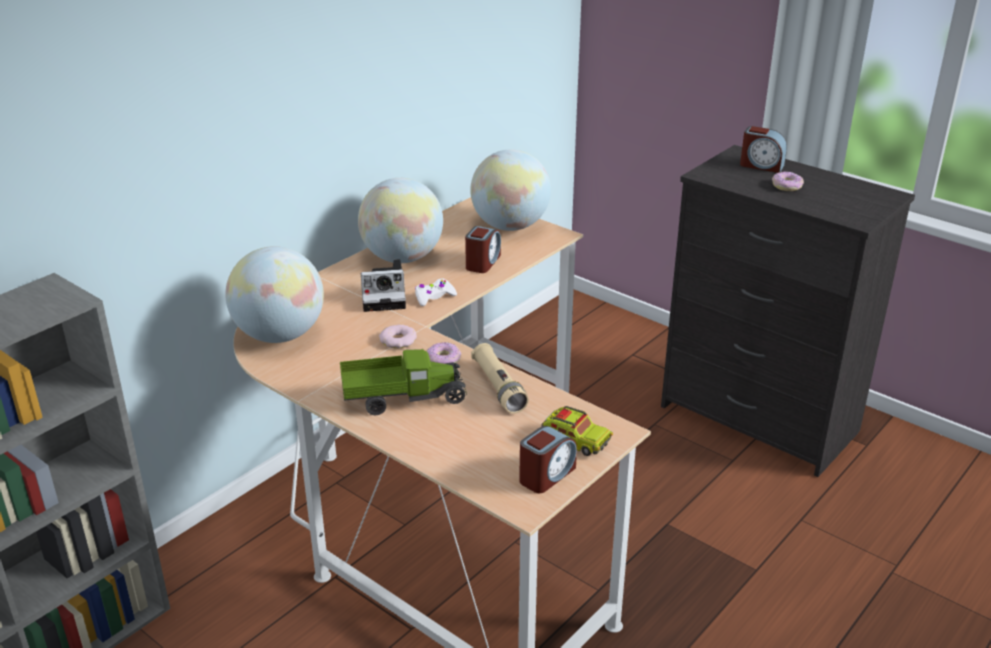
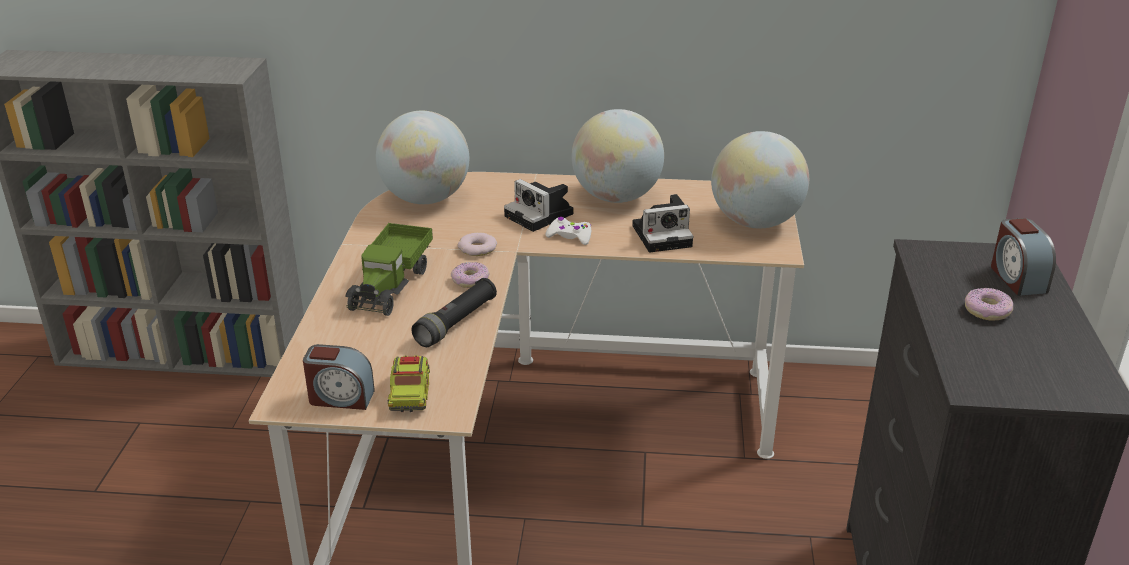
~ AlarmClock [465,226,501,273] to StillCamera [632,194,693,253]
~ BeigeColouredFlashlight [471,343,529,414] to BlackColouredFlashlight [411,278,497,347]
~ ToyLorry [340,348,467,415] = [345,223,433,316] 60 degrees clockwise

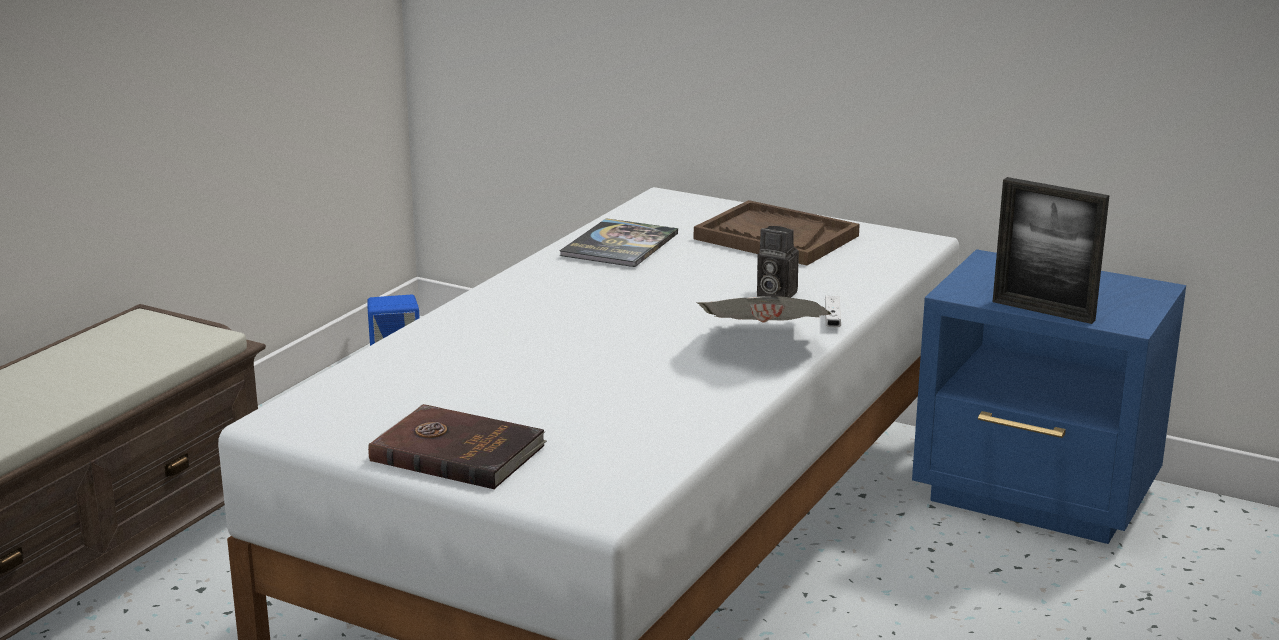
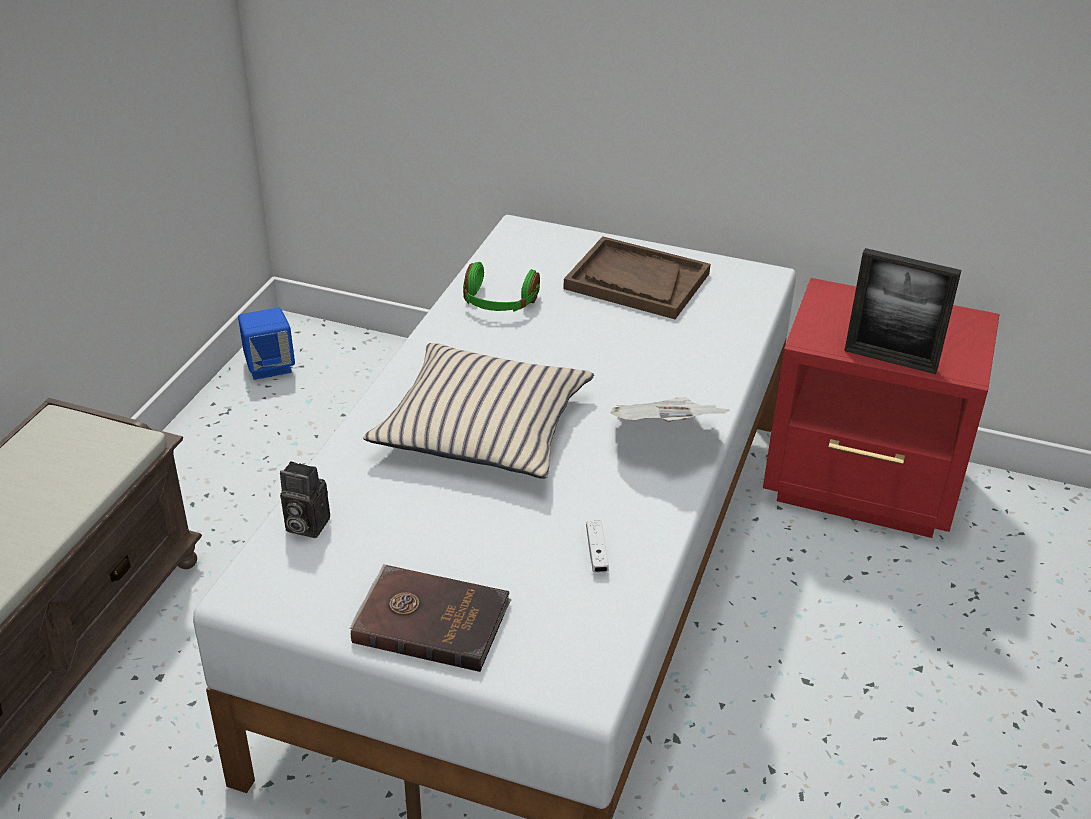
~ Book [559,218,678,267] to GreenishPairOfHeadphones [463,262,540,312]
~ StillCamera [757,226,799,298] to [280,461,330,538]
~ BluishNightstand [912,249,1186,544] to RedNightstand [763,278,1000,538]
~ WhiteColouredGameController [825,296,841,327] to [586,521,609,573]
+ BeigeColouredThrowPillow [363,343,594,479]

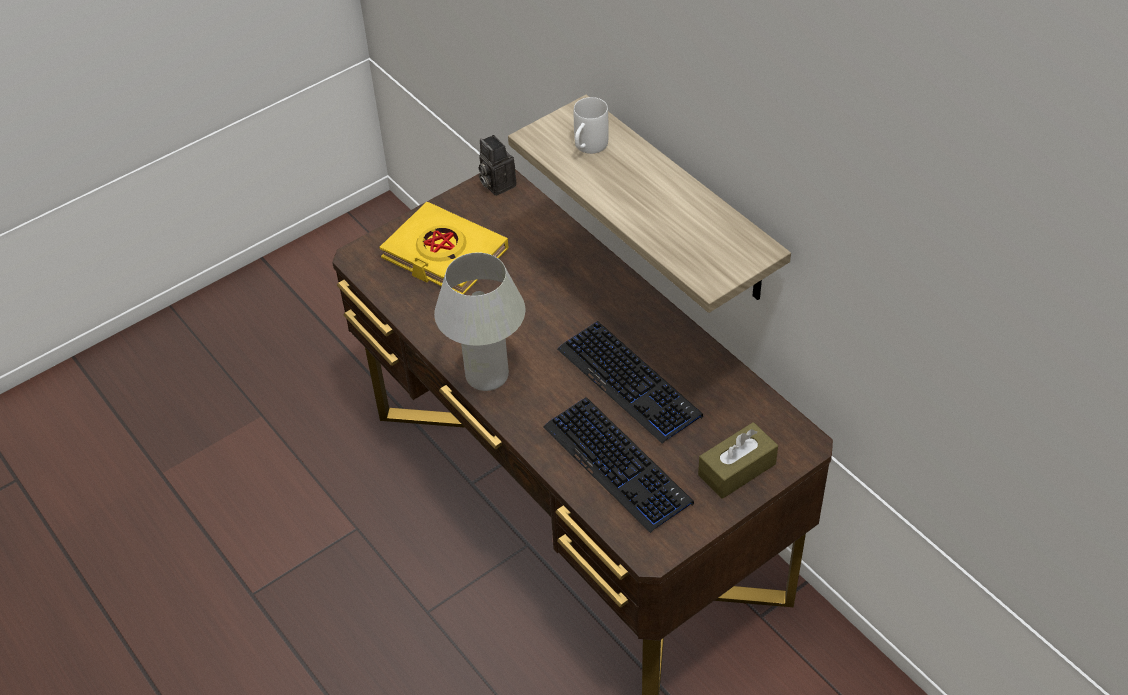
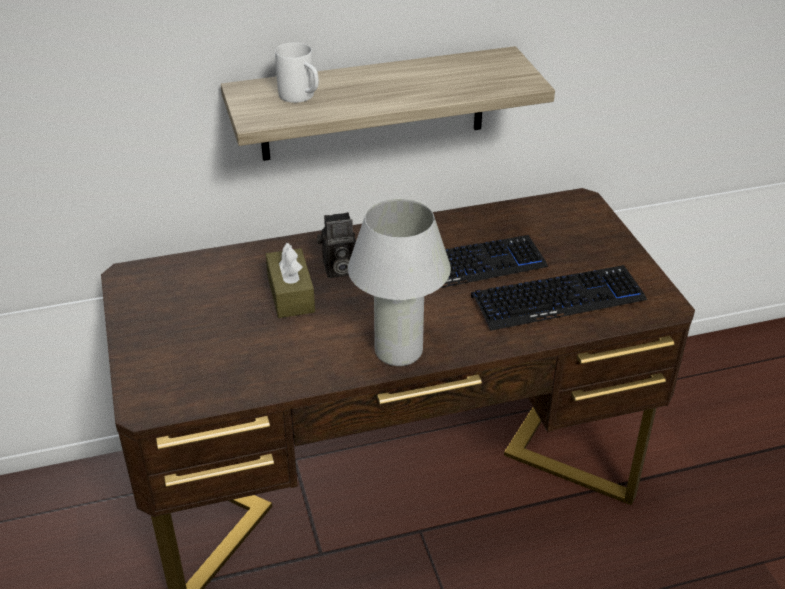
~ StillCamera [479,135,517,196] to [317,212,356,278]
- YellowBook [380,202,509,295]
~ BrownColouredBoxOfTissues [698,422,778,499] to [266,243,315,318]

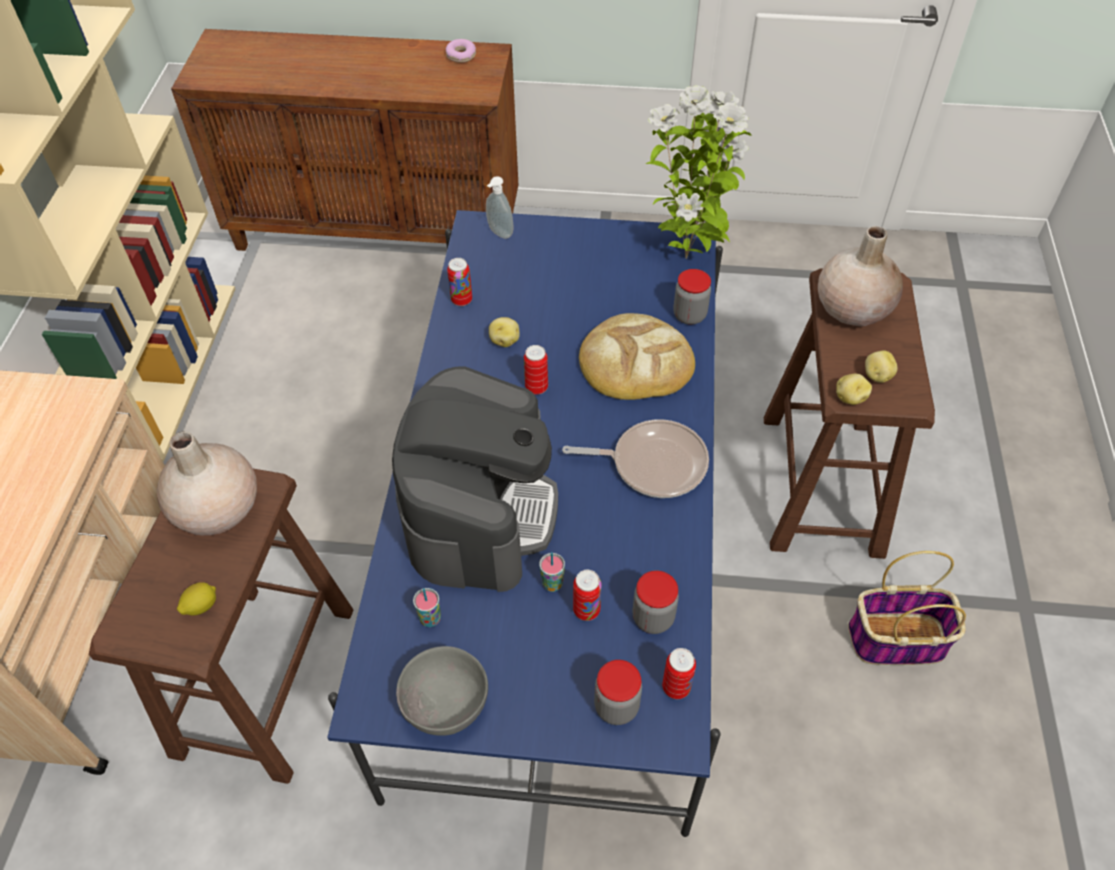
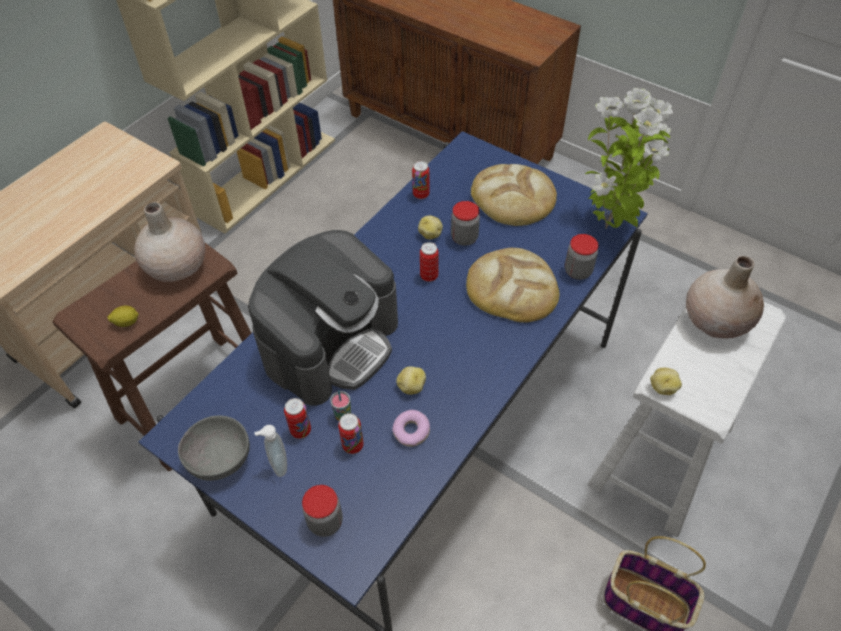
~ Doughnut [446,39,476,63] to [392,410,430,447]
~ SoapBottle [486,176,514,239] to [254,425,287,477]
~ BrownColouredSittingStool [764,268,935,559] to WhiteColouredSittingStool [588,302,786,537]
~ Potato [865,350,898,383] to [396,366,426,395]
- FryingPan [562,419,709,498]
~ PreserveJar [632,570,679,634] to [451,201,480,246]
- DrinkingCup [413,588,441,627]
~ SealedCan [662,648,696,699] to [284,398,311,439]
+ BakedBread [471,164,557,226]

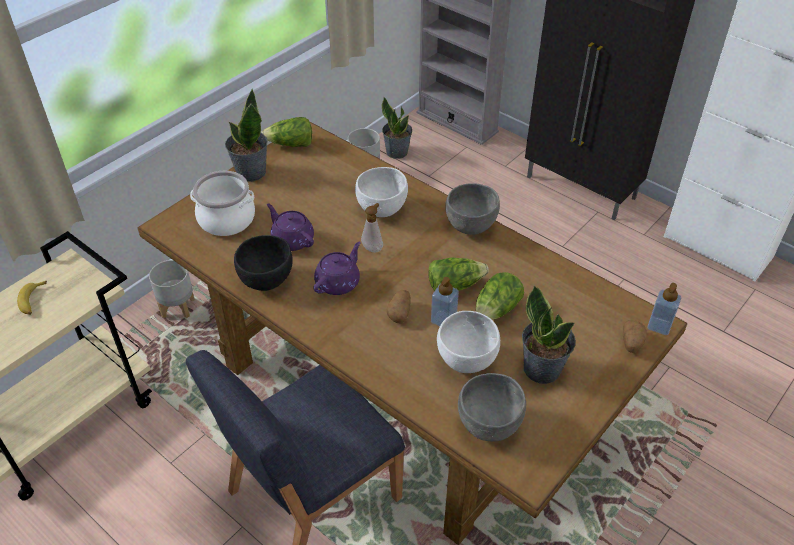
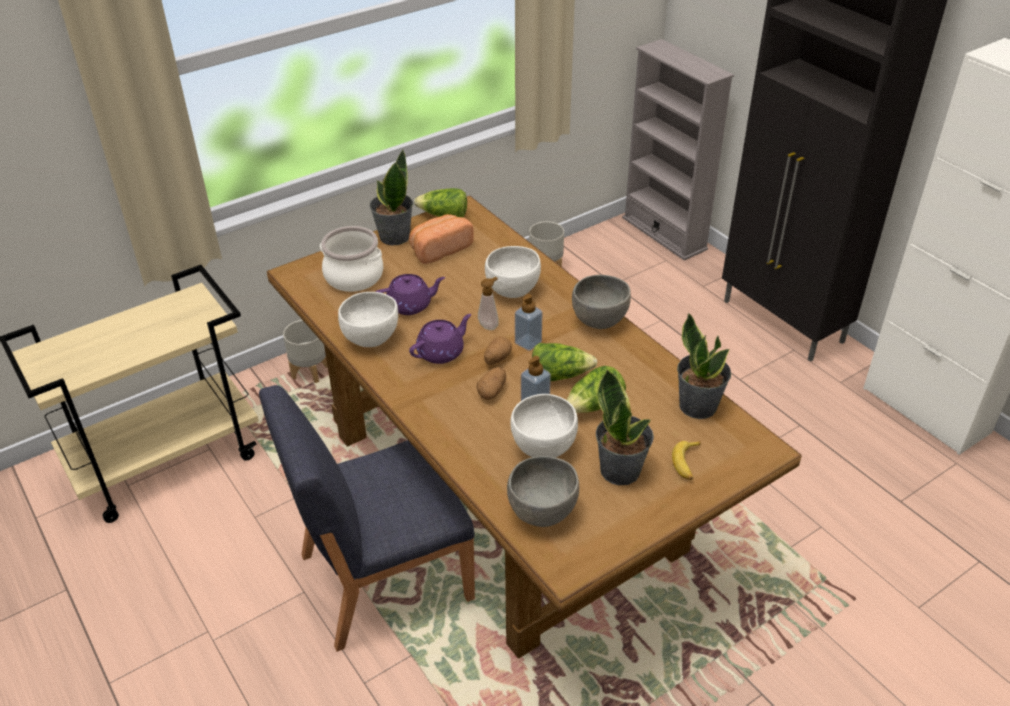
~ PottedPlant [382,97,412,159] to [677,313,731,419]
~ PurplishTeapot [267,203,314,251] = [375,274,445,315] 105 degrees clockwise
~ BlackColouredBowl [234,235,293,291] to WhiteColouredBowl [338,292,398,347]
~ Banana [17,281,47,315] to [672,441,701,480]
~ SoapBottle [647,283,681,335] to [515,294,542,351]
~ Potato [623,320,647,353] to [484,336,512,365]
+ BakedBread [409,214,474,264]

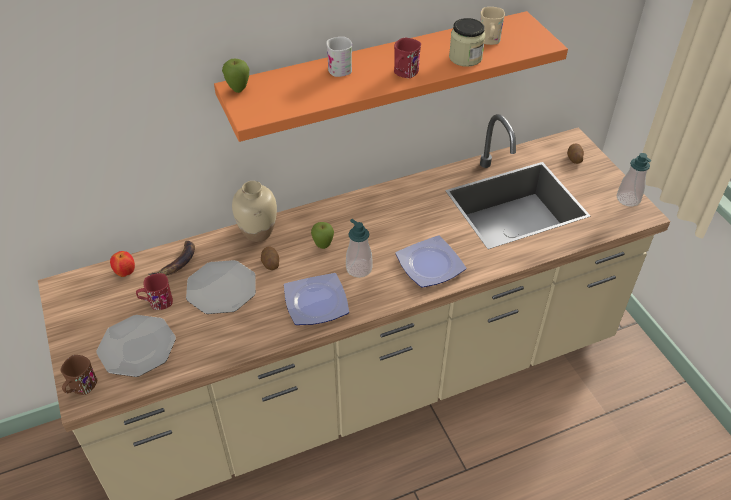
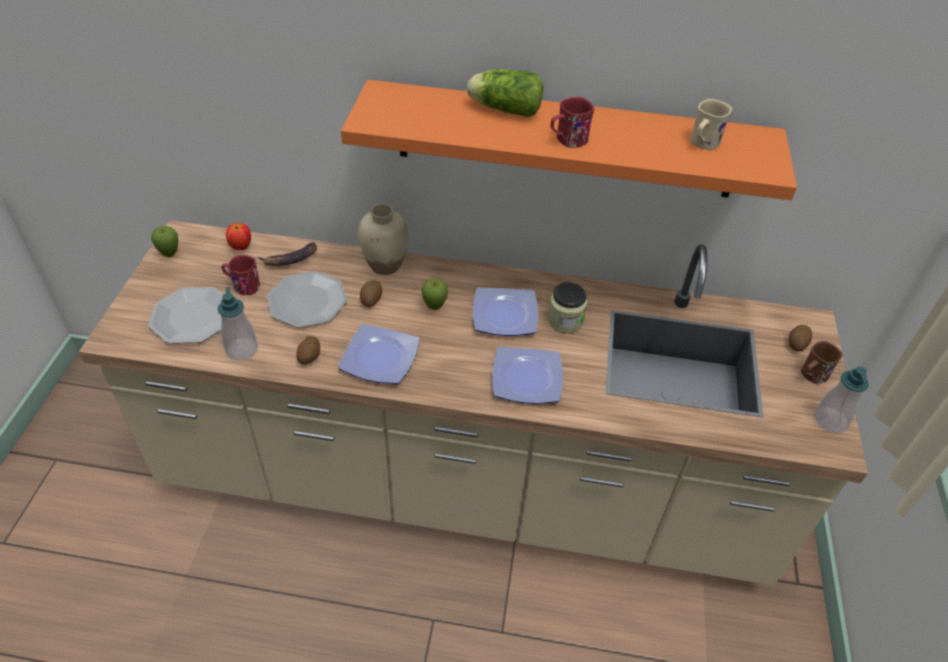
~ PreserveJar [449,18,485,67] to [548,282,587,333]
~ WhiteColouredMug [326,37,352,77] to Lettuce [467,69,543,117]
~ AppleFruit [222,59,249,93] to [151,226,178,257]
~ SoapBottle [346,219,373,278] to [218,287,258,360]
~ BrownColouredMug [60,355,97,395] to [801,341,843,384]
+ FlatDish [473,288,538,336]
+ Potato [296,336,320,364]

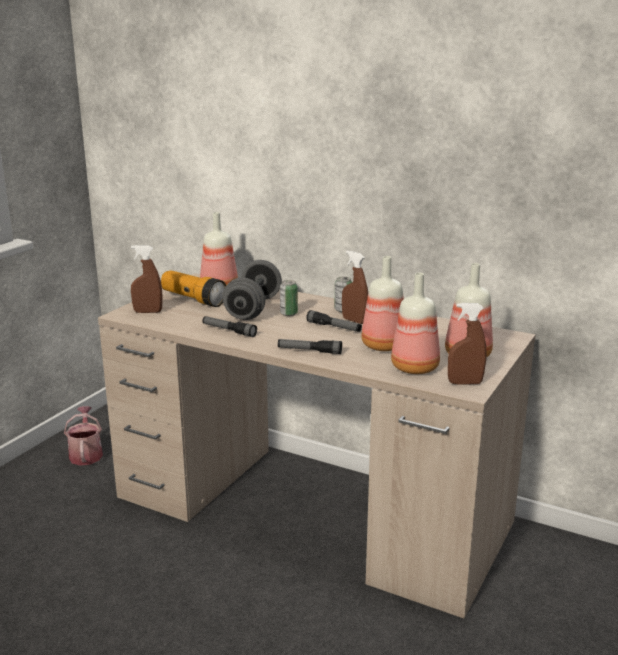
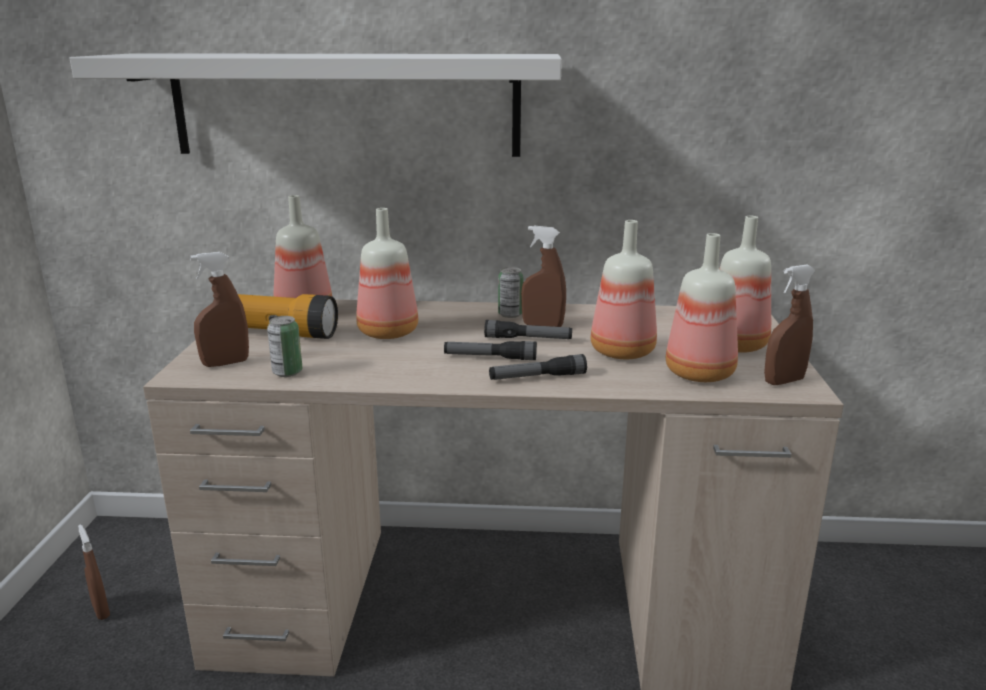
~ GrayDumbbell [222,260,282,320] to Bottle [356,208,418,339]
~ SealedCan [280,280,298,316] to [267,316,303,377]
~ Flashlight [202,316,257,337] to [444,341,537,360]
~ WateringCan [64,406,103,466] to BrownColouredSprayBottle [78,524,110,620]
+ WhiteColouredWallShelf [70,53,562,157]

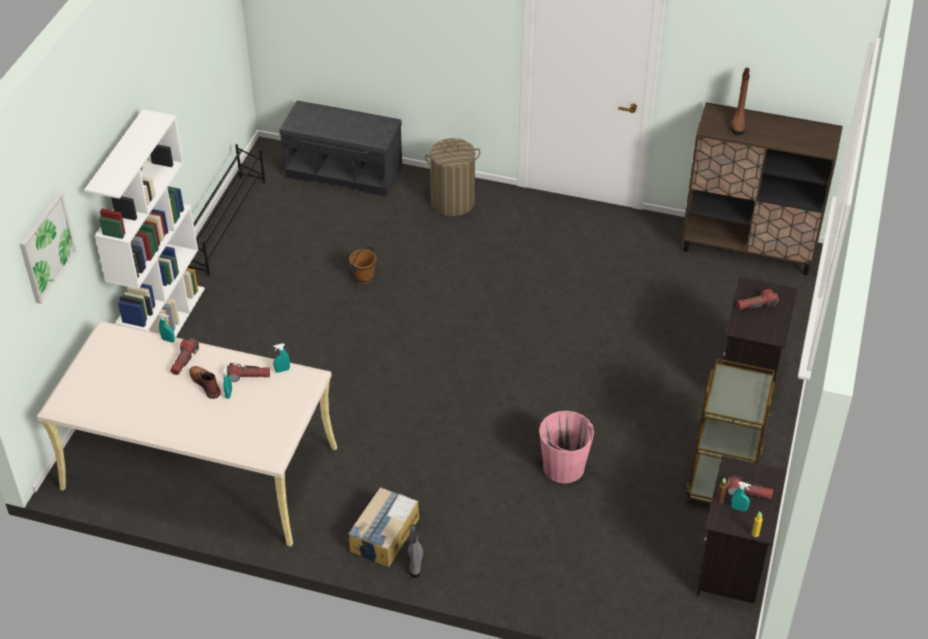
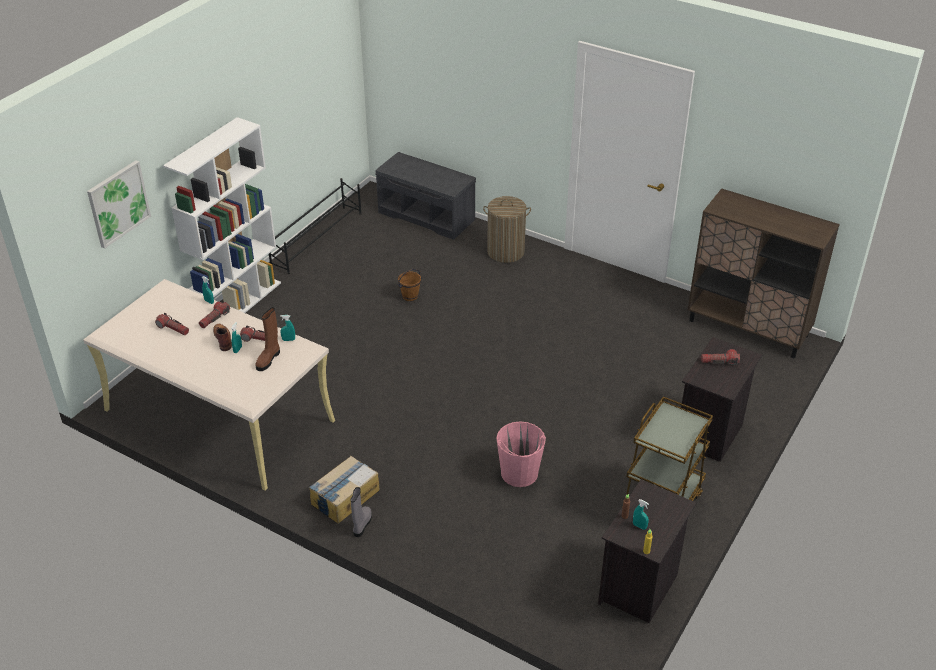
~ BrownColouredTallBoot [731,68,750,135] to [255,307,280,371]
~ Flashlight [727,475,773,500] to [155,313,189,335]

